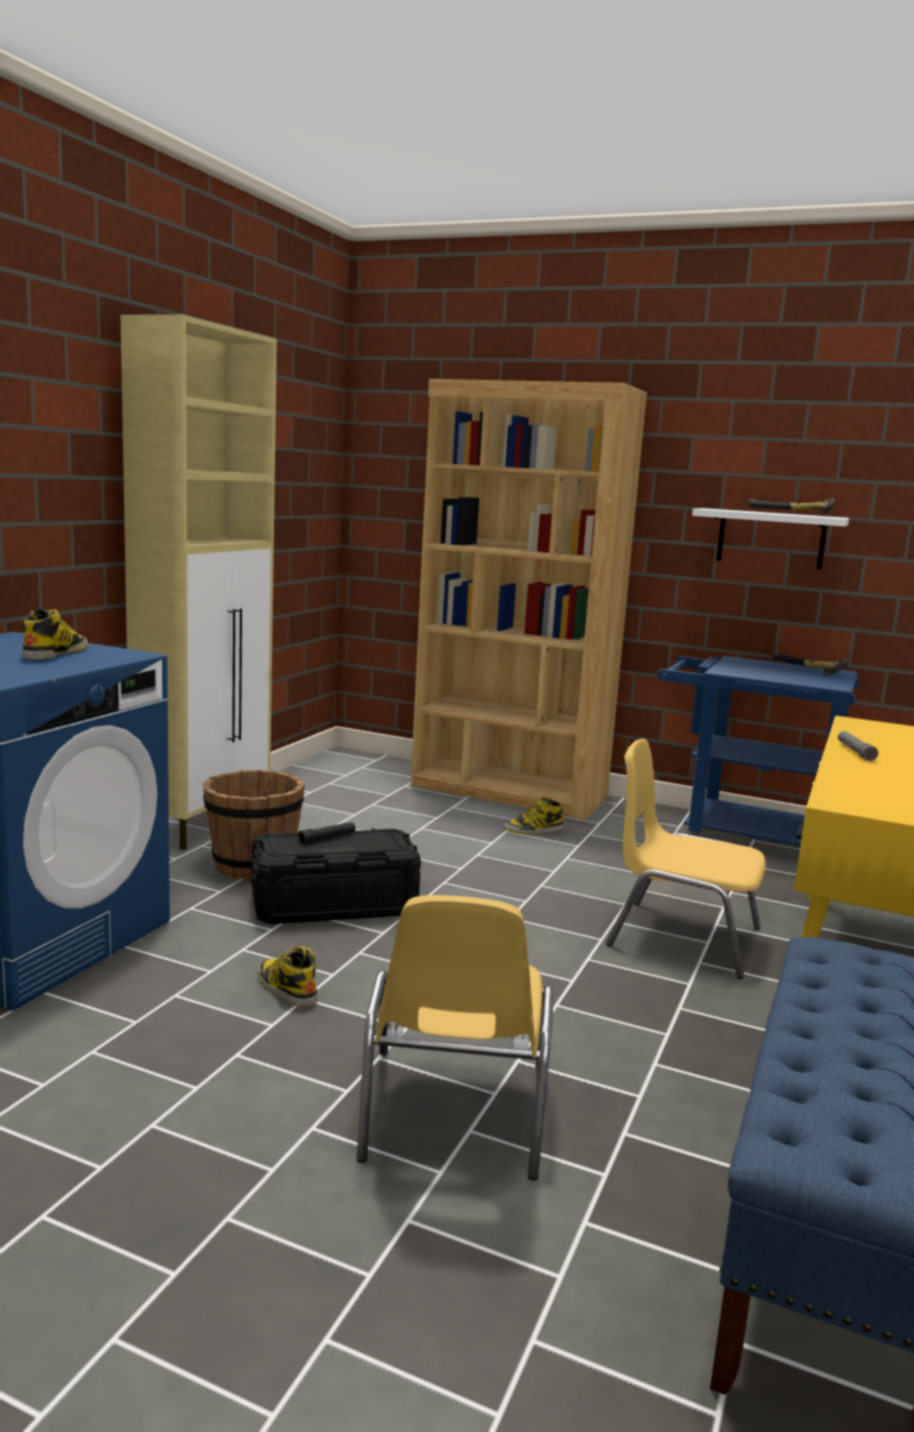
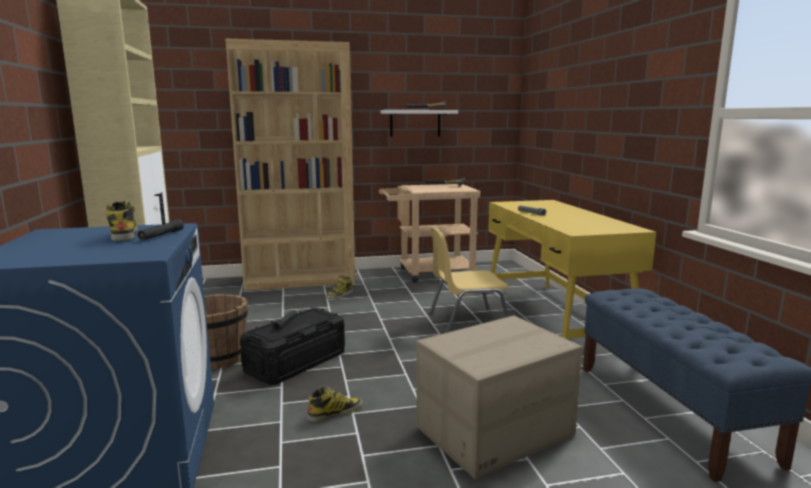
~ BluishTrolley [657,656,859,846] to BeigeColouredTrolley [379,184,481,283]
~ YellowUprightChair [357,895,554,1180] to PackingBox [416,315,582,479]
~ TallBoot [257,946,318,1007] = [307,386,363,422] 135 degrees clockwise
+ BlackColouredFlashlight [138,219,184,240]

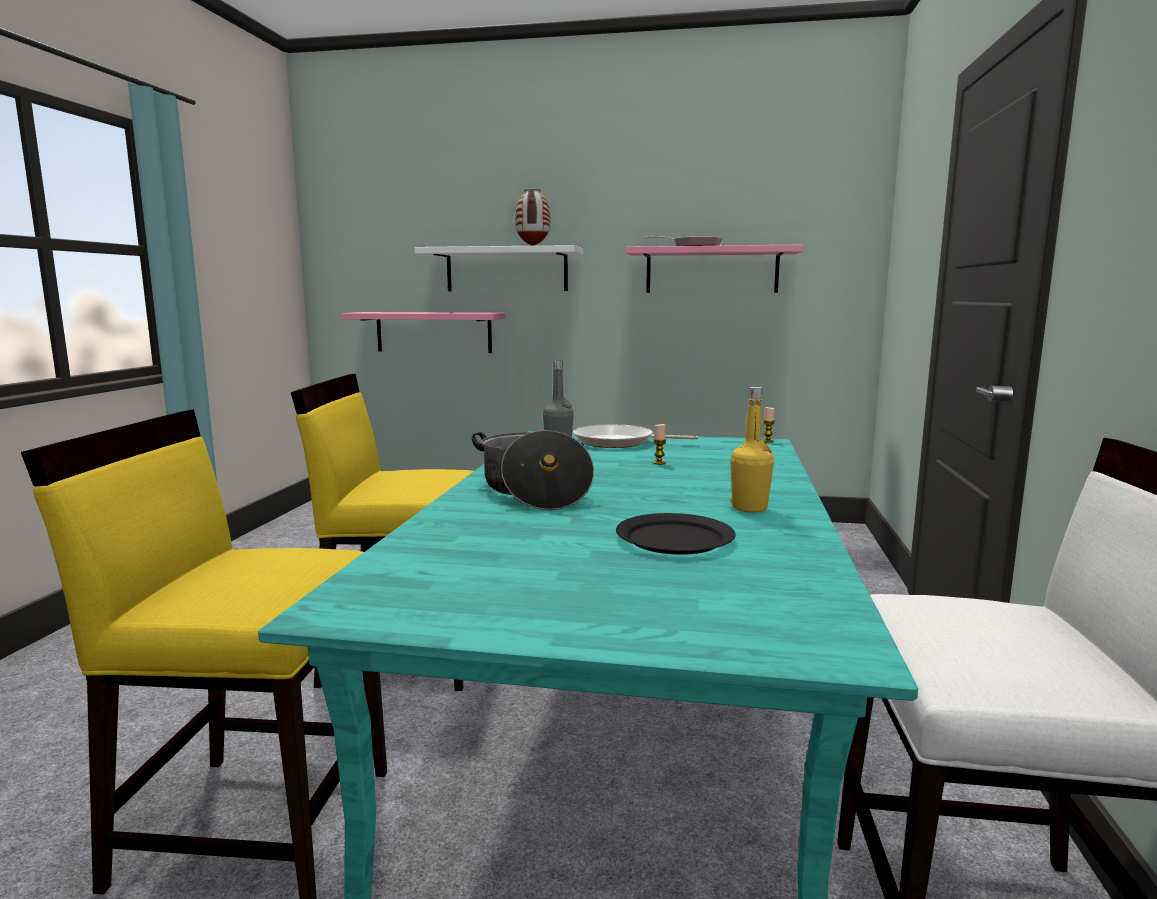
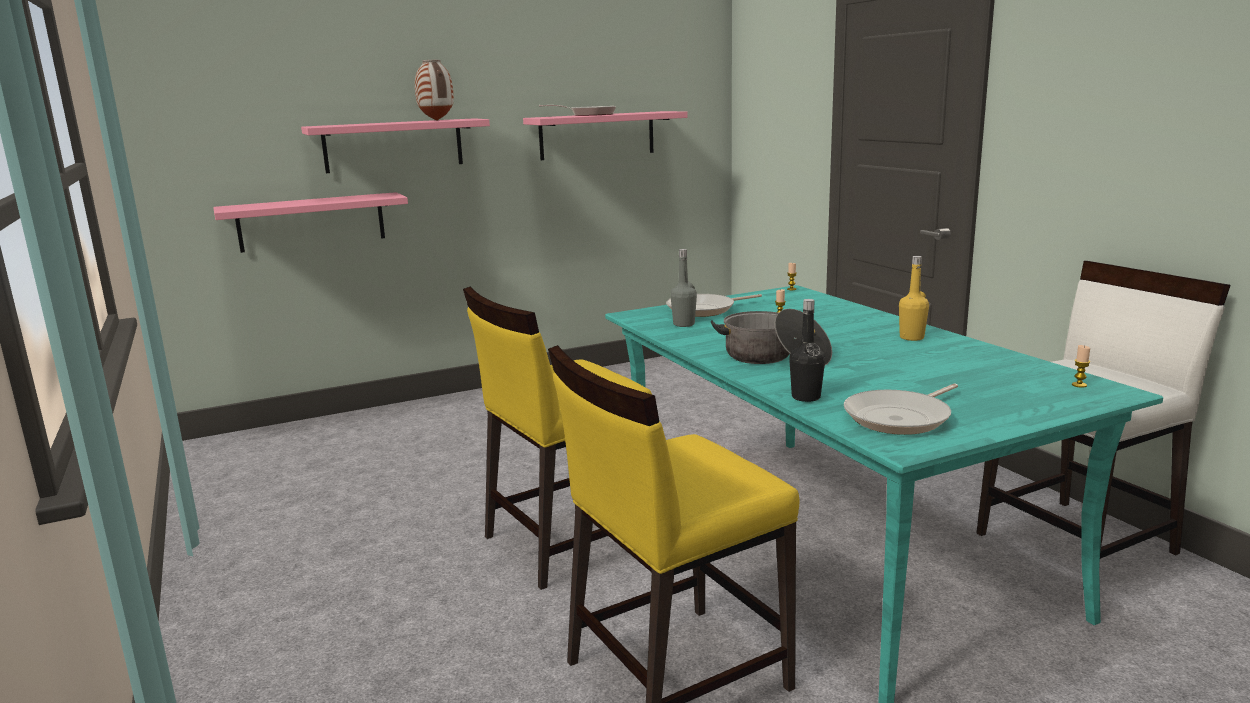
~ WhiteColouredWallShelf [414,245,583,291] to PinkishWallShelf [301,118,490,173]
- BlackColouredFlatDish [616,513,736,555]
+ BlackColouredBottle [789,299,825,402]
+ Candle [1072,345,1090,388]
+ FryingPan [844,383,958,435]

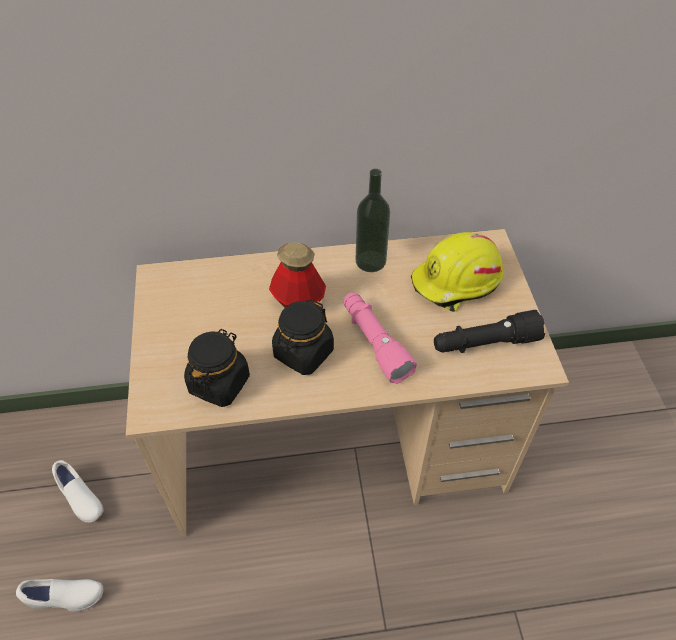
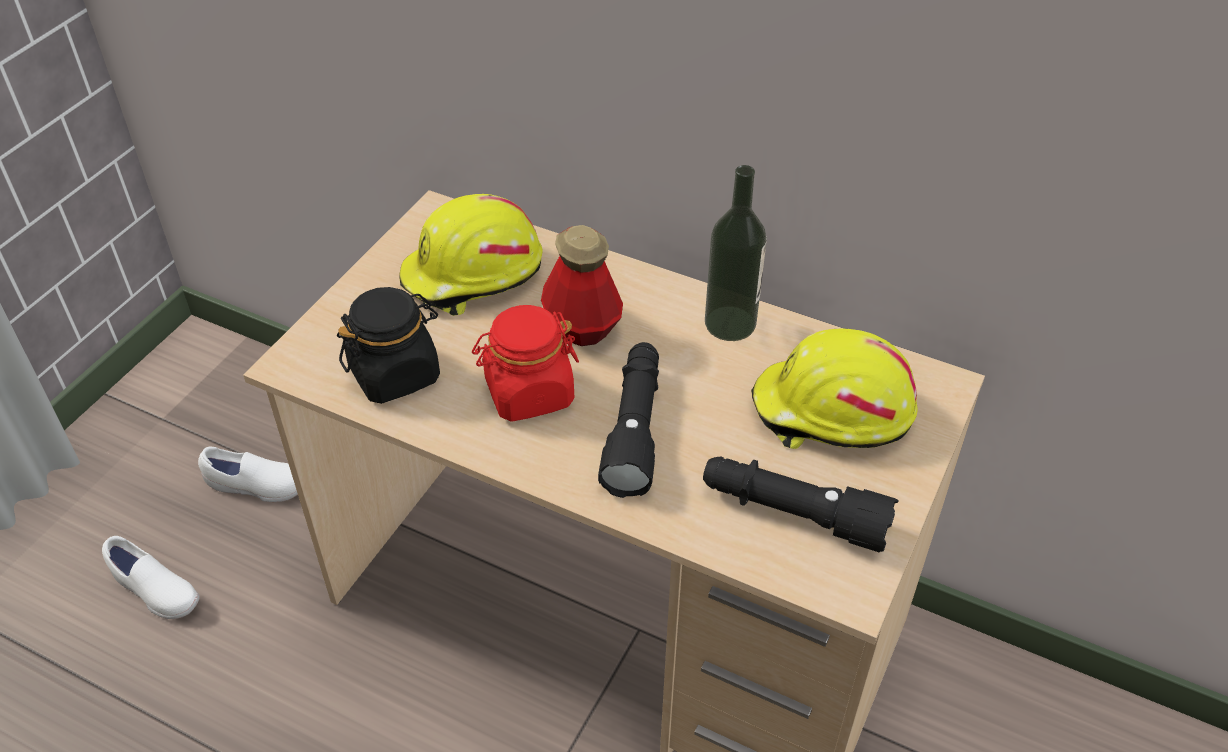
~ PinkishFlashlight [344,292,417,384] to BlackColouredFlashlight [598,342,659,498]
~ BlackColouredPreserveJar [272,299,334,375] to RedPreserveJar [472,305,579,421]
~ WhiteColouredItemOfFootwear [52,460,104,523] = [198,447,298,502] 75 degrees counterclockwise
+ YellowWorkHelmet [399,194,542,316]

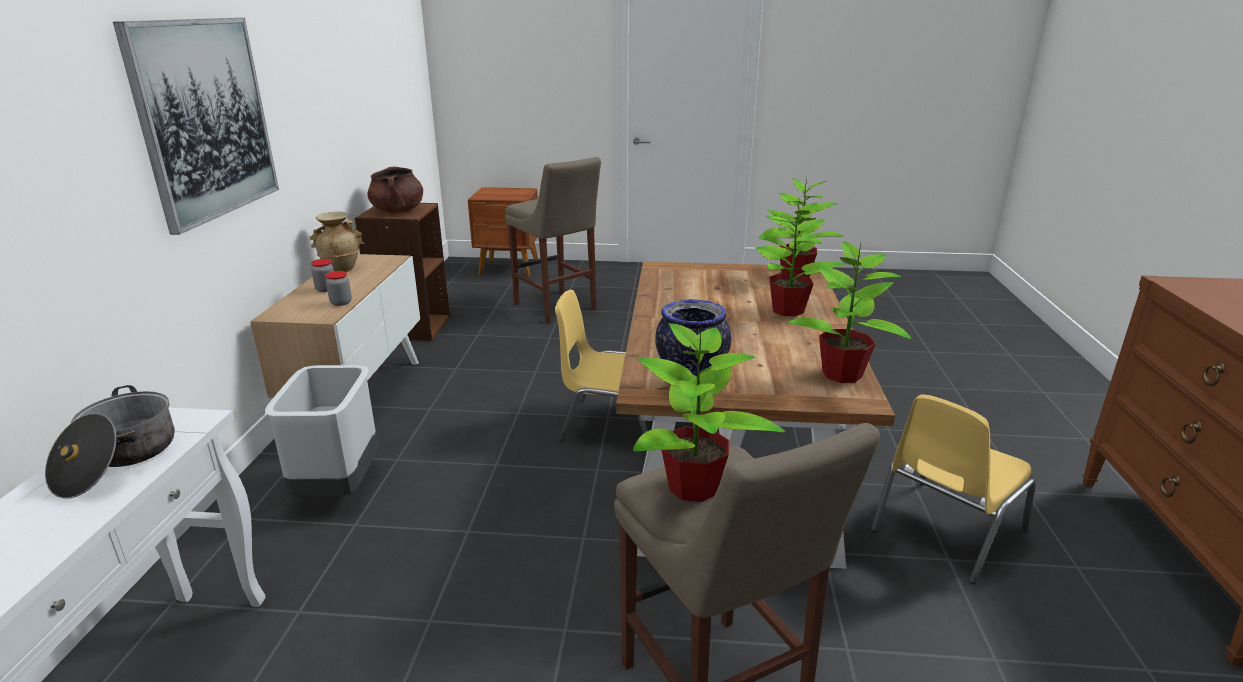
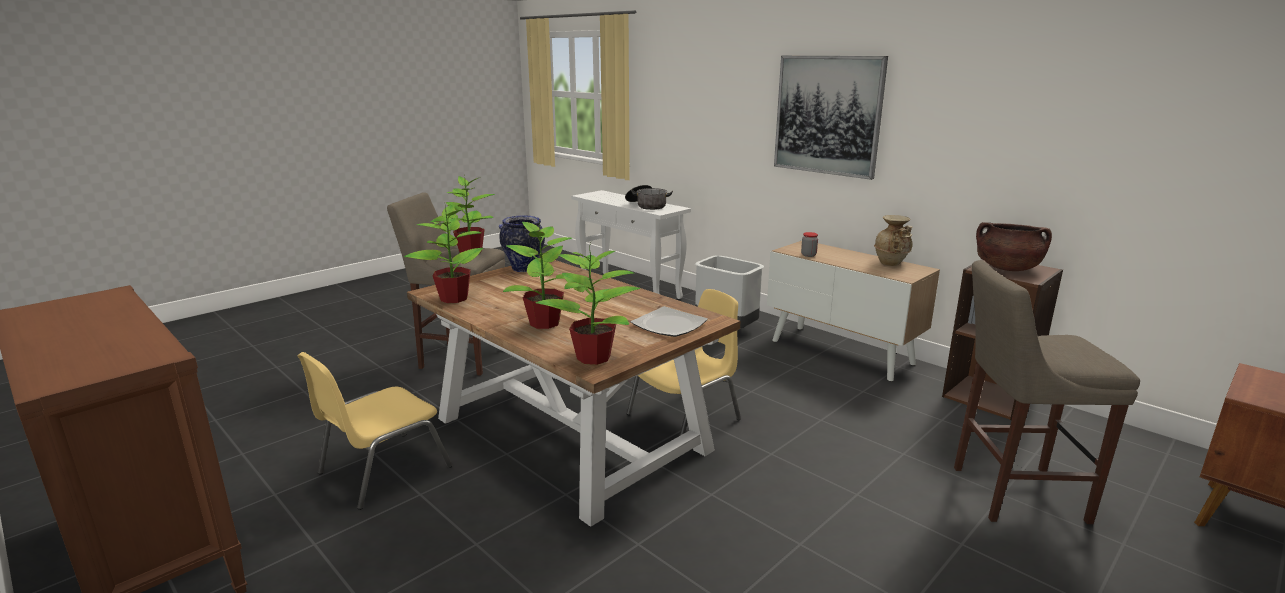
- PreserveJar [311,259,334,292]
~ YellowUprightChair [871,395,1036,584] = [297,352,453,510] 135 degrees counterclockwise
+ FlatDish [631,306,708,337]

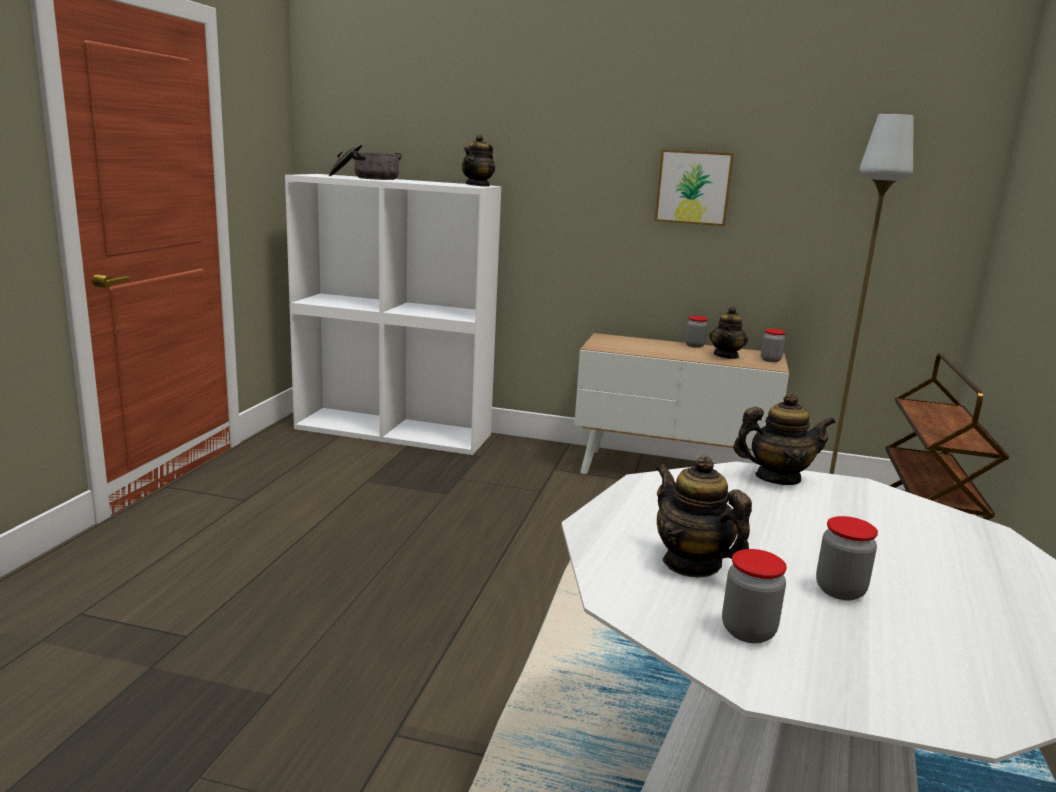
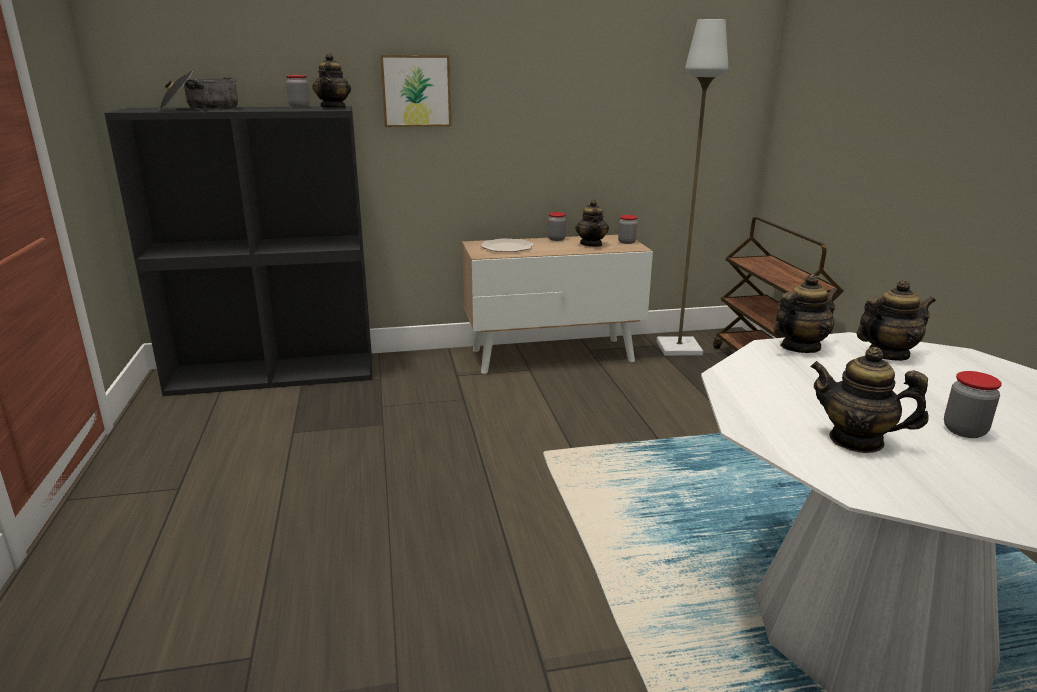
~ WallArt [655,149,734,226] to [380,55,452,127]
~ WhiteColouredBookshelf [285,174,501,455] to BlackColouredBookshelf [104,106,373,396]
~ PreserveJar [722,549,787,643] to [286,75,310,108]
+ FlatDish [481,238,533,252]
+ Teapot [857,280,936,361]

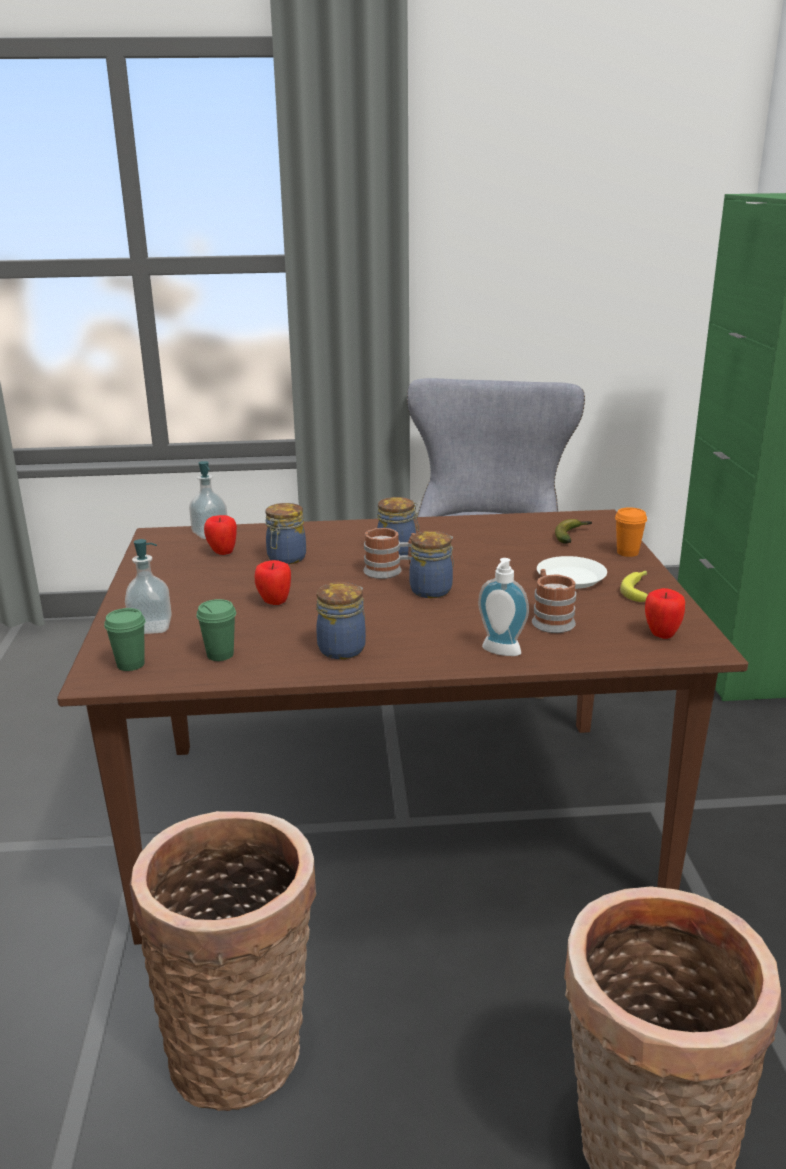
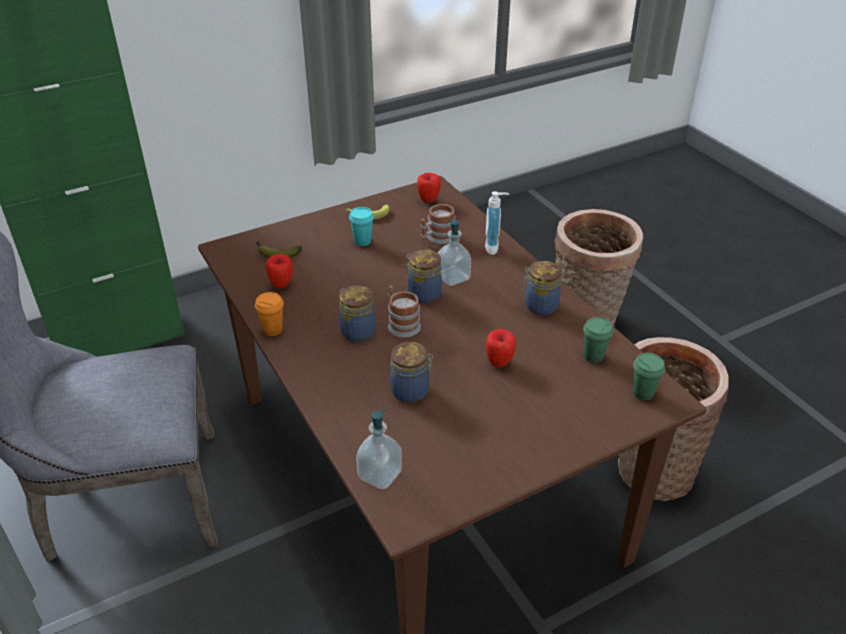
~ OrangeyDrinkingCup [615,507,647,557] to [255,292,284,336]
~ AppleFruit [204,515,237,555] to [266,254,293,289]
~ SoapBottle [125,539,172,634] to [438,220,471,286]
~ WhiteColouredFlatDish [537,556,607,589] to TurquoiseDrinkingCup [349,207,374,246]

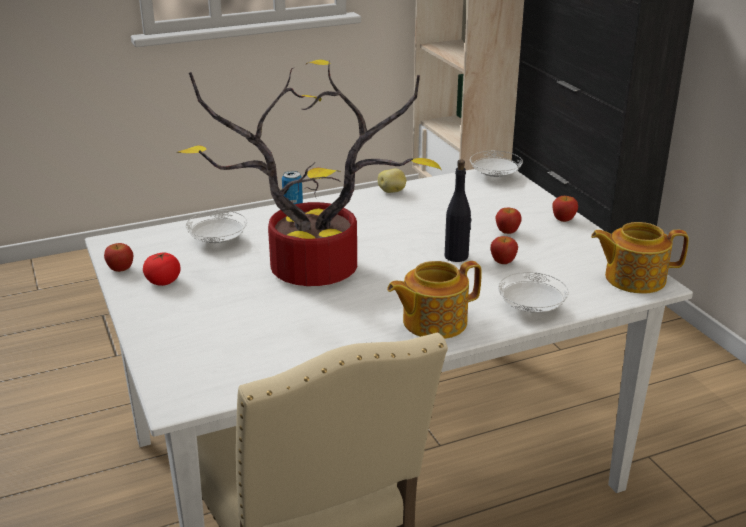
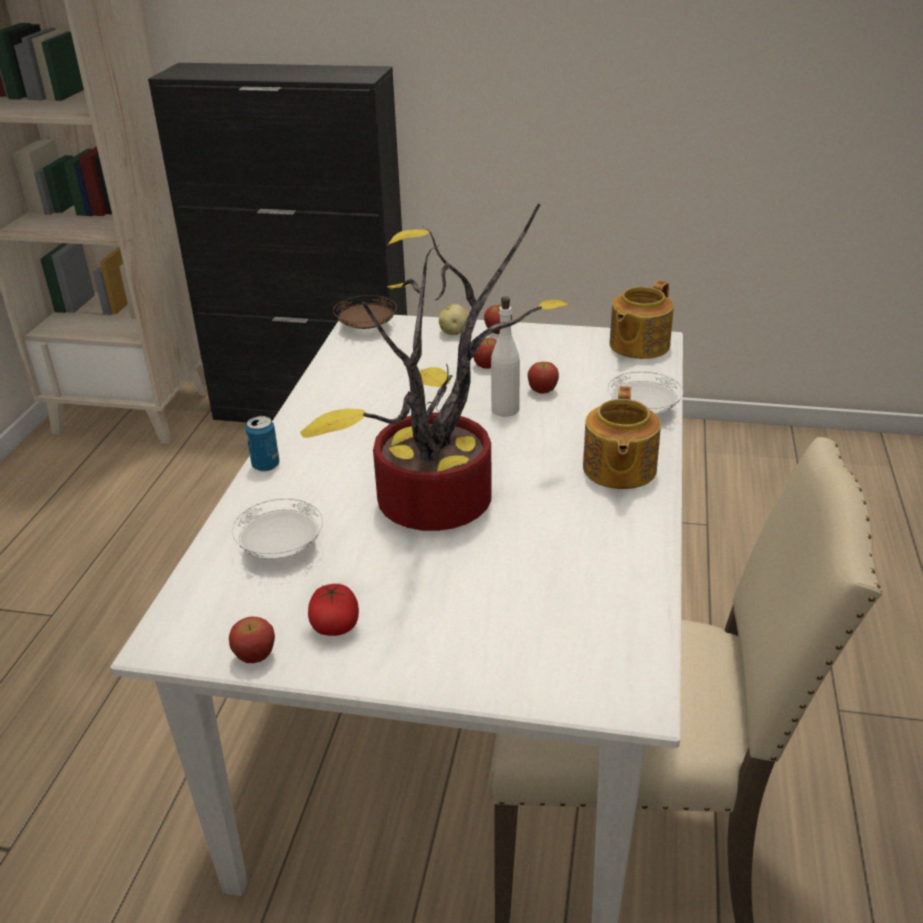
~ WhiteColouredFlatDish [470,151,523,177] to BrownColouredFlatDish [333,295,397,329]
~ BlackColouredBottle [445,159,472,262] to WhiteColouredBottle [491,296,520,417]
~ Potato [378,168,406,193] to [439,304,469,335]

